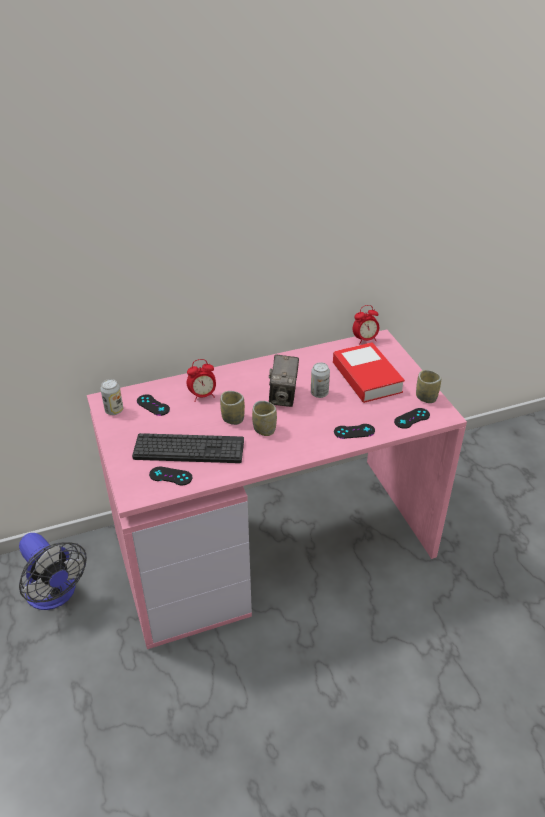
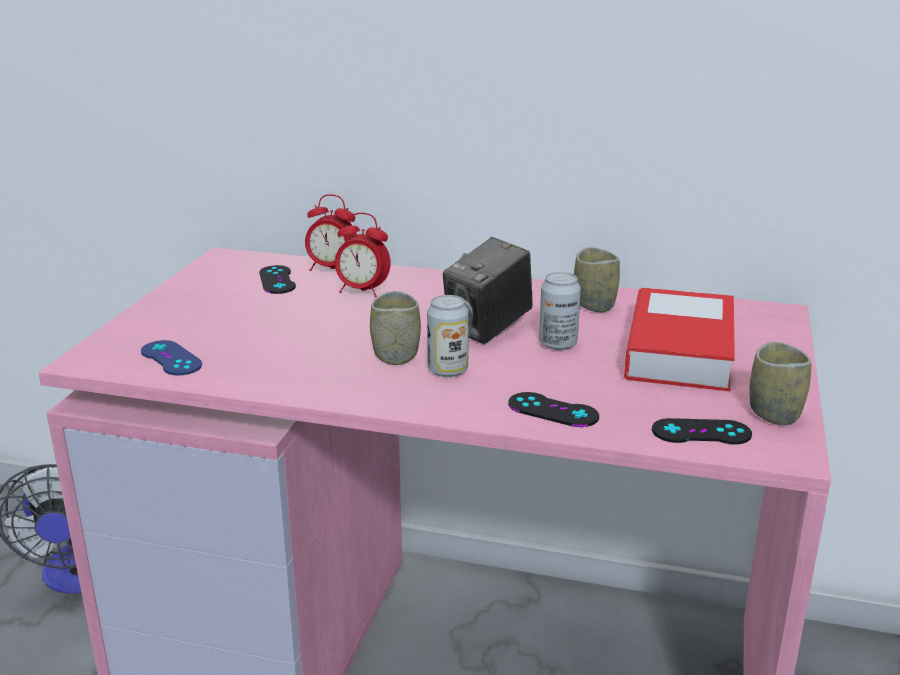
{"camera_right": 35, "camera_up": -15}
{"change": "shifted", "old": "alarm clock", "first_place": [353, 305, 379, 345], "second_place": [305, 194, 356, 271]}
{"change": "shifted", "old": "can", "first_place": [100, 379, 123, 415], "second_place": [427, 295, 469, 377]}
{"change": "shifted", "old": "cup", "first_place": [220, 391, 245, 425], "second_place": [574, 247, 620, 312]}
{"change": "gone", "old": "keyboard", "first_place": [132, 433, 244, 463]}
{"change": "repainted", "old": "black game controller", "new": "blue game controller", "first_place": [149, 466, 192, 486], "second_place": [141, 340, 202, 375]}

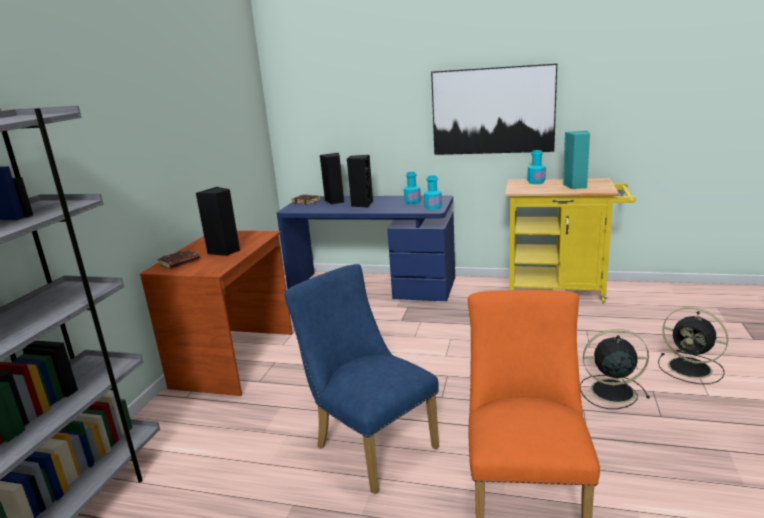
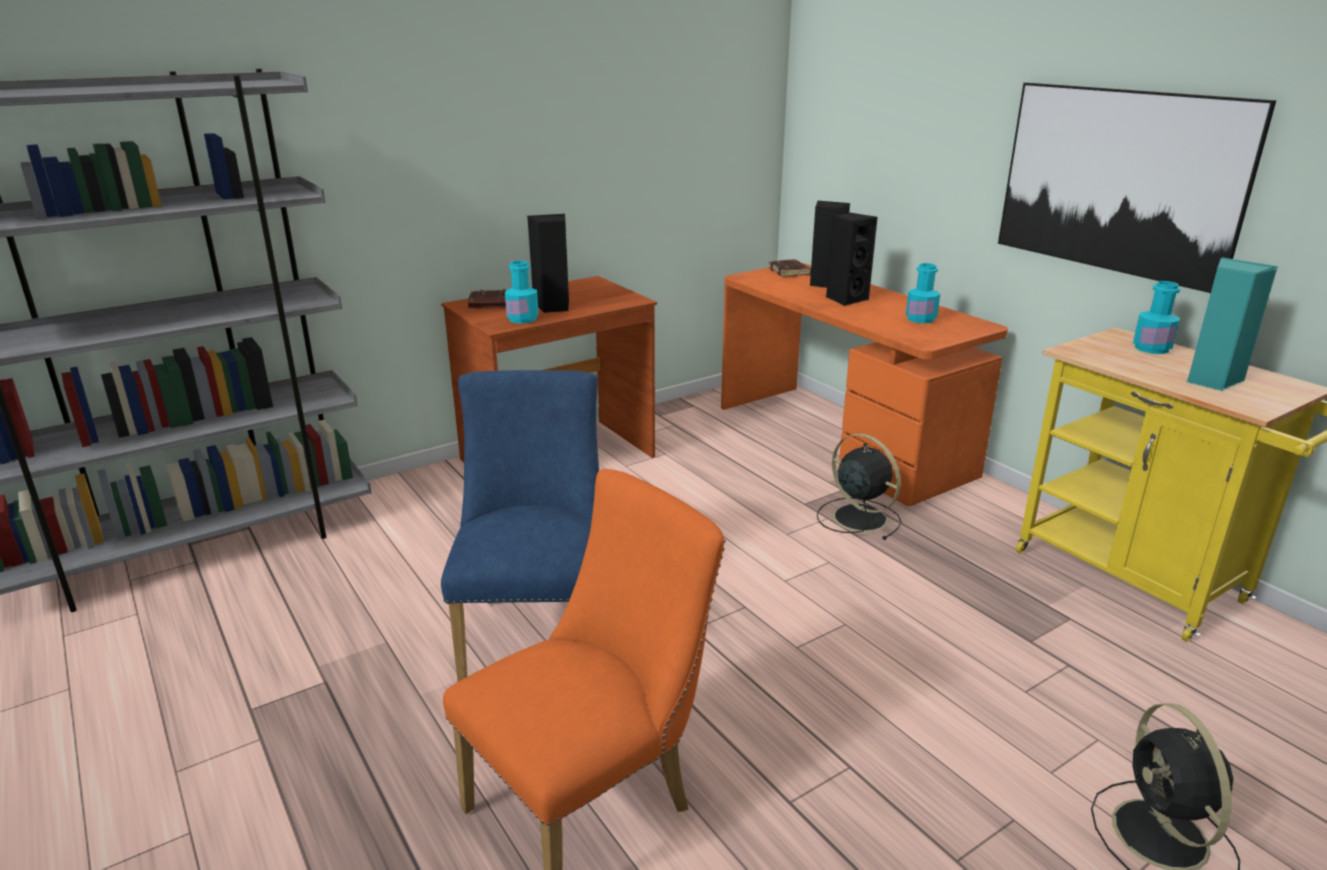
{"camera_right": 40, "camera_up": 5}
{"change": "shifted", "old": "turquoise bottle", "first_place": [424, 175, 442, 210], "second_place": [505, 260, 539, 324]}
{"change": "repainted", "old": "blue desk", "new": "orange desk", "first_place": [277, 195, 455, 301], "second_place": [721, 263, 1008, 506]}
{"change": "shifted", "old": "black fan", "first_place": [580, 329, 650, 409], "second_place": [817, 433, 902, 540]}

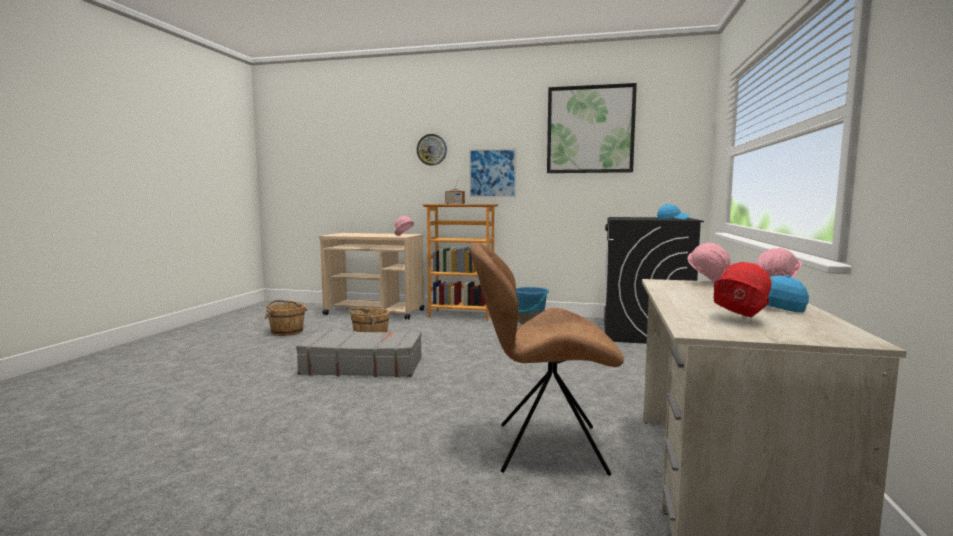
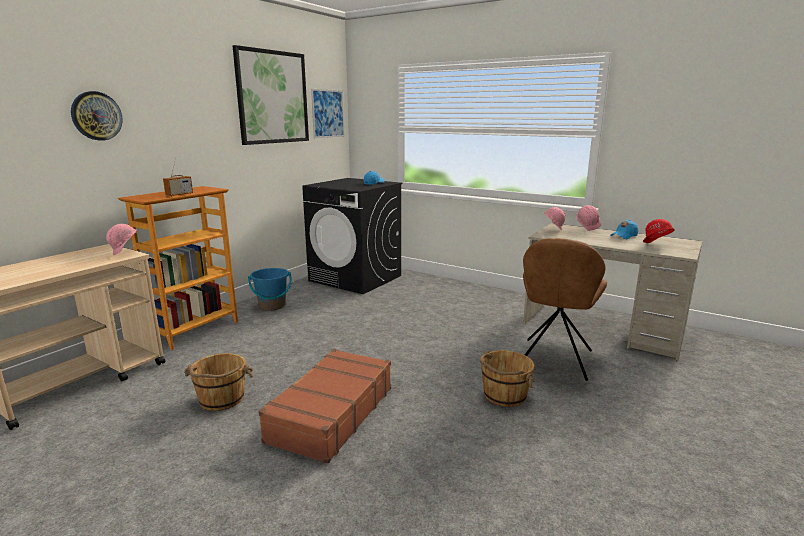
{"camera_right": -70, "camera_up": 10}
{"change": "shifted", "old": "picture", "first_place": [469, 148, 517, 197], "second_place": [311, 89, 345, 138]}
{"change": "shifted", "old": "brown bucket", "first_place": [264, 300, 308, 336], "second_place": [480, 350, 535, 407]}
{"change": "repainted", "old": "grey suitcase", "new": "brown suitcase", "first_place": [296, 330, 422, 377], "second_place": [258, 349, 391, 464]}

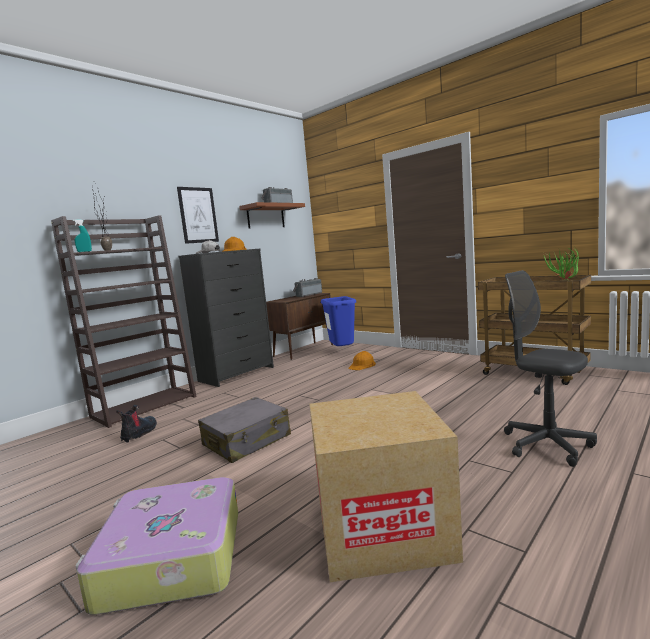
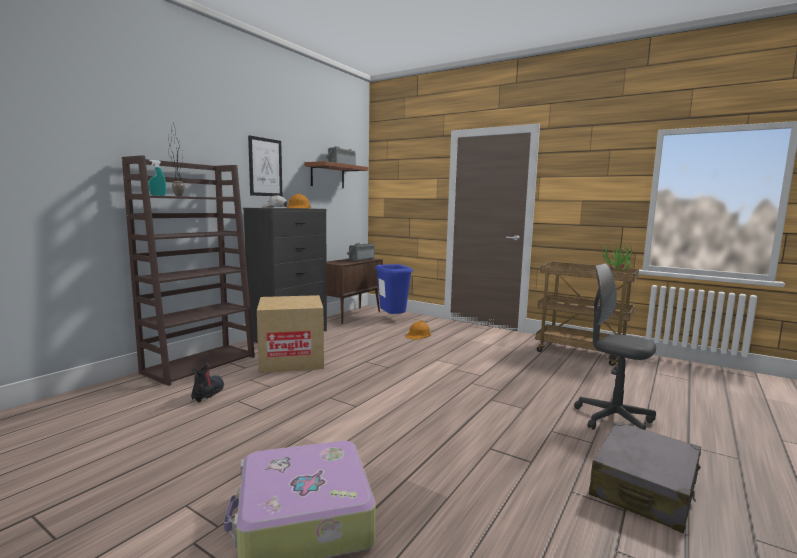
{"camera_right": -10, "camera_up": 0}
{"change": "shifted", "old": "cardboard box", "first_place": [310, 391, 463, 582], "second_place": [257, 295, 324, 373]}
{"change": "shifted", "old": "grey suitcase", "first_place": [198, 397, 291, 463], "second_place": [589, 422, 701, 533]}

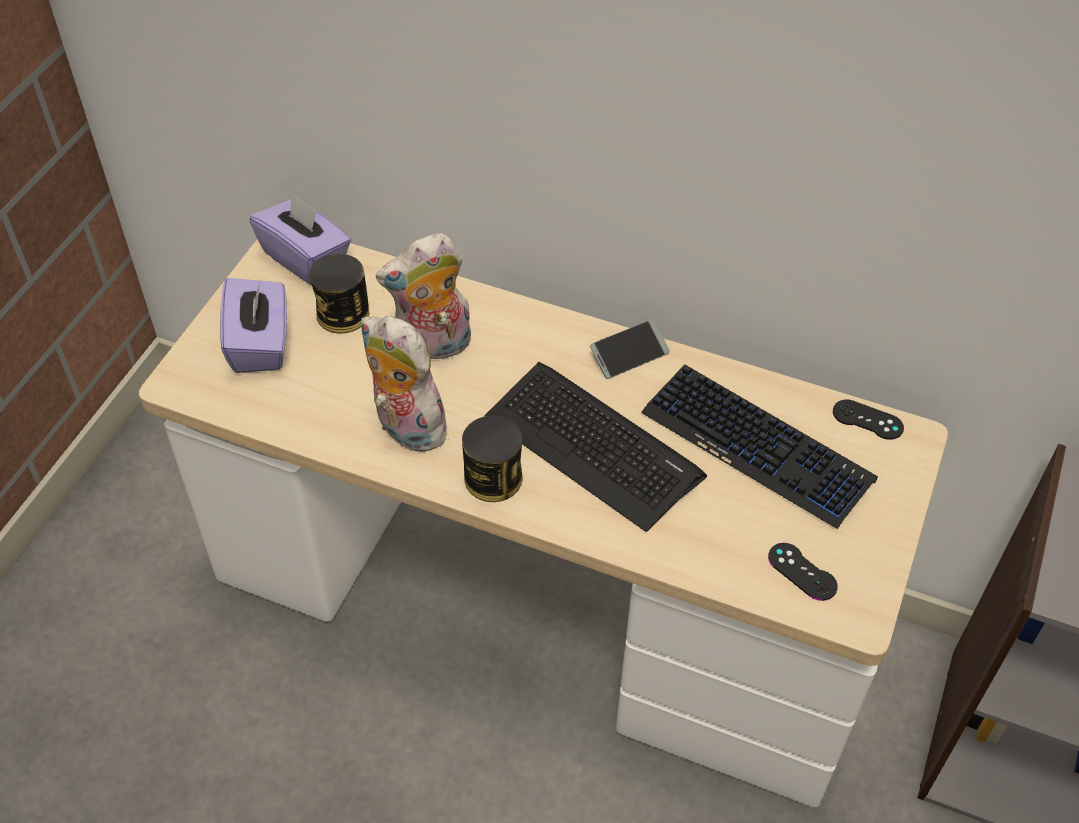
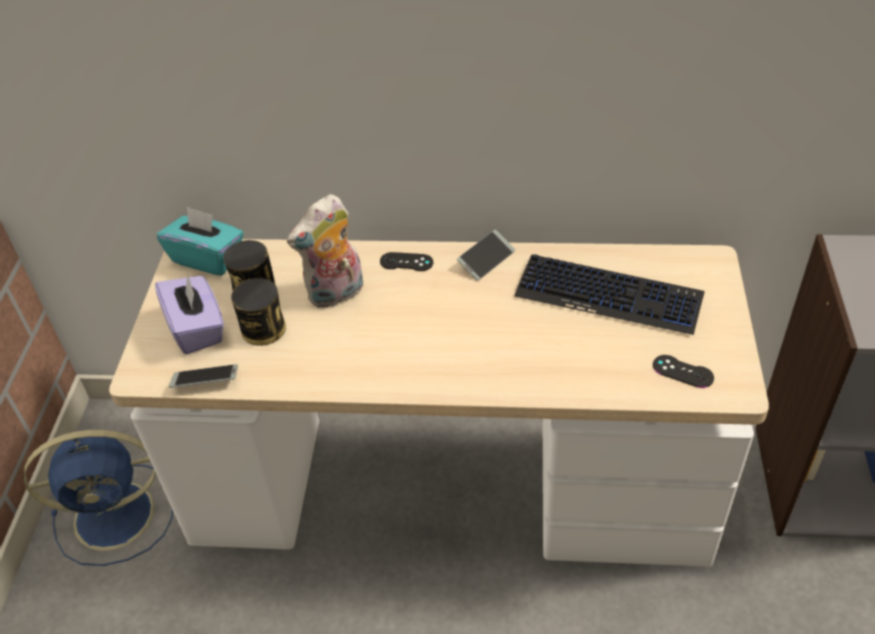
{"camera_right": -15, "camera_up": -5}
{"change": "repainted", "old": "purple tissue box", "new": "turquoise tissue box", "first_place": [249, 193, 351, 285], "second_place": [157, 206, 244, 276]}
{"change": "gone", "old": "plush toy", "first_place": [361, 316, 453, 453]}
{"change": "gone", "old": "keyboard", "first_place": [484, 362, 707, 532]}
{"change": "shifted", "old": "black game controller", "first_place": [833, 399, 904, 440], "second_place": [380, 252, 433, 271]}
{"change": "shifted", "old": "can", "first_place": [462, 416, 522, 502], "second_place": [231, 278, 286, 346]}
{"change": "new", "new": "phone", "second_place": [169, 364, 238, 388]}
{"change": "new", "new": "blue fan", "second_place": [24, 430, 173, 566]}

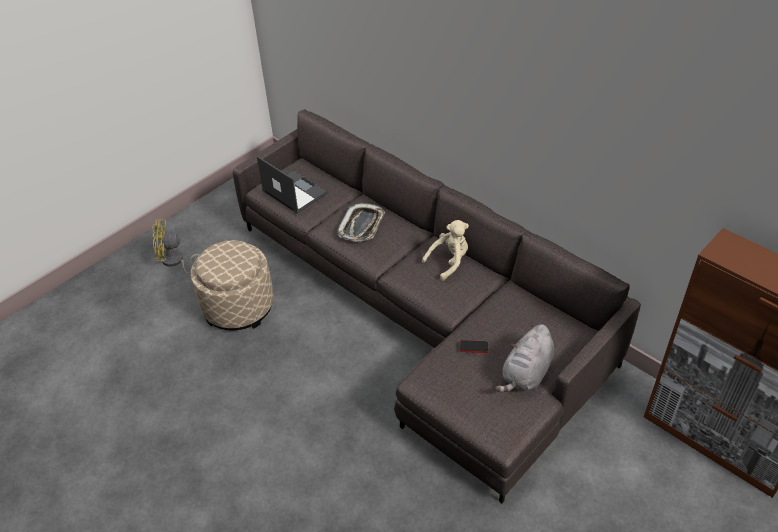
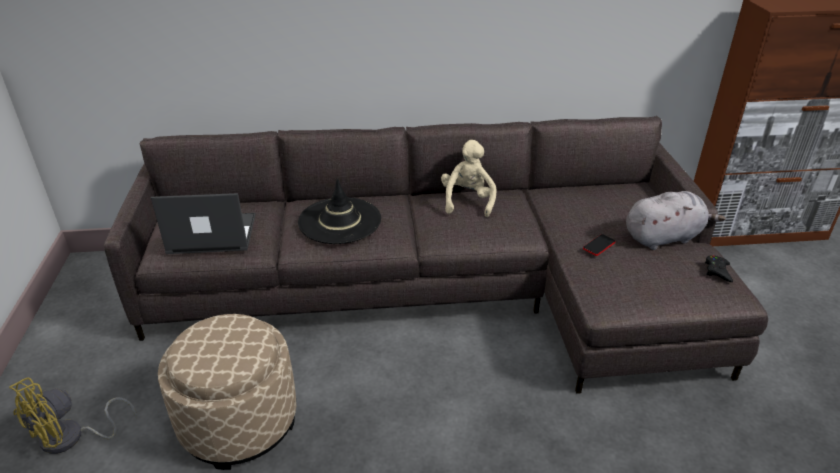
{"camera_right": -50, "camera_up": -10}
{"change": "swapped", "old": "tray", "new": "black hat", "first_place": [337, 203, 385, 242], "second_place": [298, 178, 381, 244]}
{"change": "rotated", "old": "grey plush toy", "first_place": [495, 324, 554, 392], "second_place": [626, 191, 726, 250], "degrees": -90}
{"change": "new", "new": "black game controller", "second_place": [705, 255, 733, 282]}

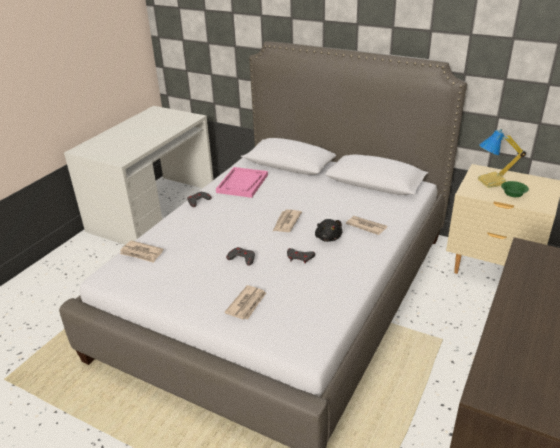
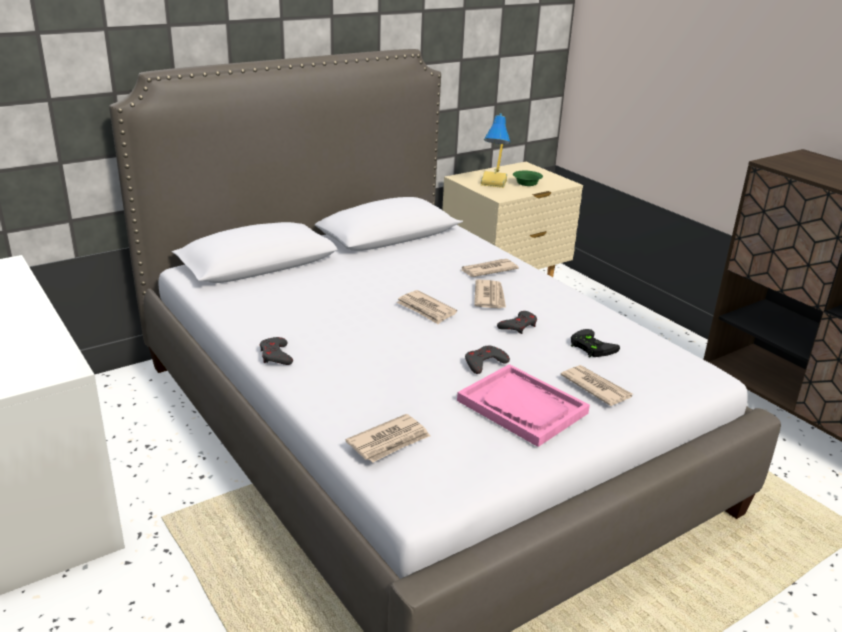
{"camera_right": -65, "camera_up": -5}
{"change": "shifted", "old": "pink tray", "first_place": [216, 167, 268, 198], "second_place": [457, 364, 590, 447]}
{"change": "swapped", "old": "black plush toy", "new": "newspaper", "first_place": [315, 219, 342, 242], "second_place": [474, 279, 506, 309]}
{"change": "new", "new": "black game controller", "second_place": [571, 329, 620, 357]}

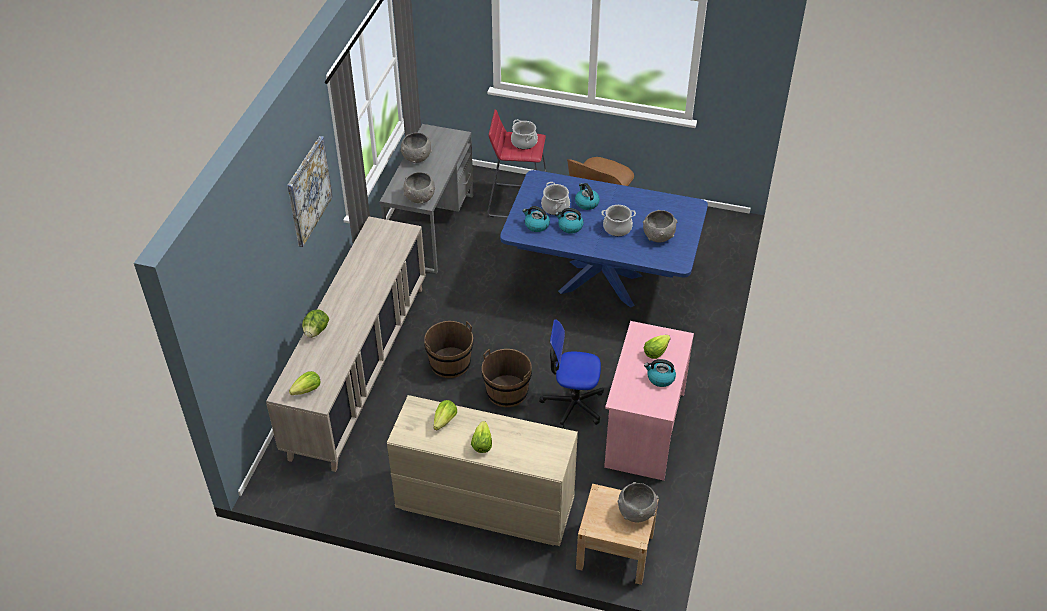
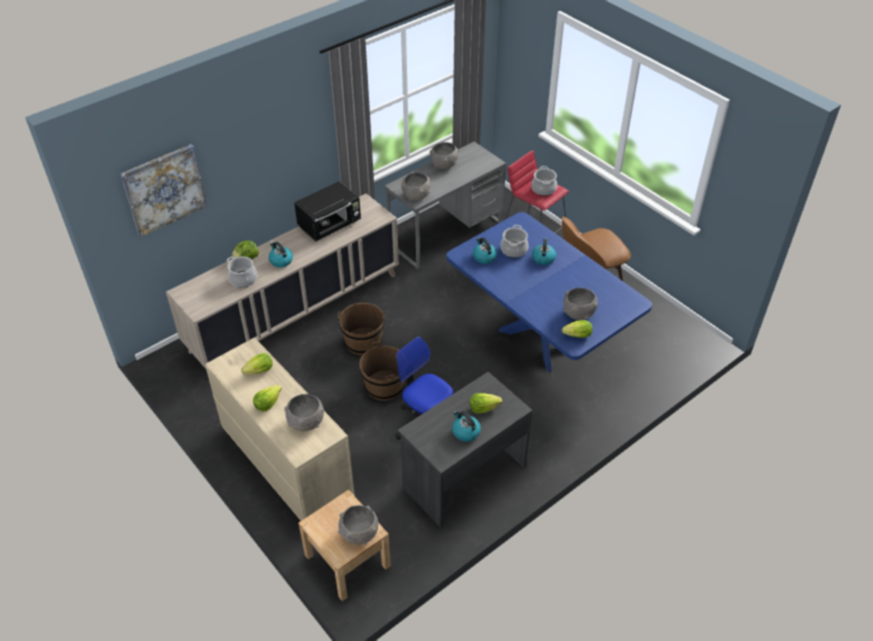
{"camera_right": 35, "camera_up": 0}
{"change": "shifted", "old": "picture", "first_place": [287, 136, 333, 247], "second_place": [120, 144, 207, 237]}
{"change": "shifted", "old": "cooking pot", "first_place": [602, 205, 636, 236], "second_place": [227, 256, 257, 288]}
{"change": "shifted", "old": "kettle", "first_place": [555, 208, 584, 234], "second_place": [269, 242, 293, 267]}
{"change": "repainted", "old": "pink desk", "new": "grey desk", "first_place": [604, 321, 694, 481], "second_place": [398, 372, 533, 528]}
{"change": "shifted", "old": "lettuce", "first_place": [289, 371, 320, 395], "second_place": [562, 320, 593, 338]}
{"change": "new", "new": "black microwave", "second_place": [294, 181, 361, 241]}
{"change": "new", "new": "grey bowl", "second_place": [284, 393, 324, 431]}

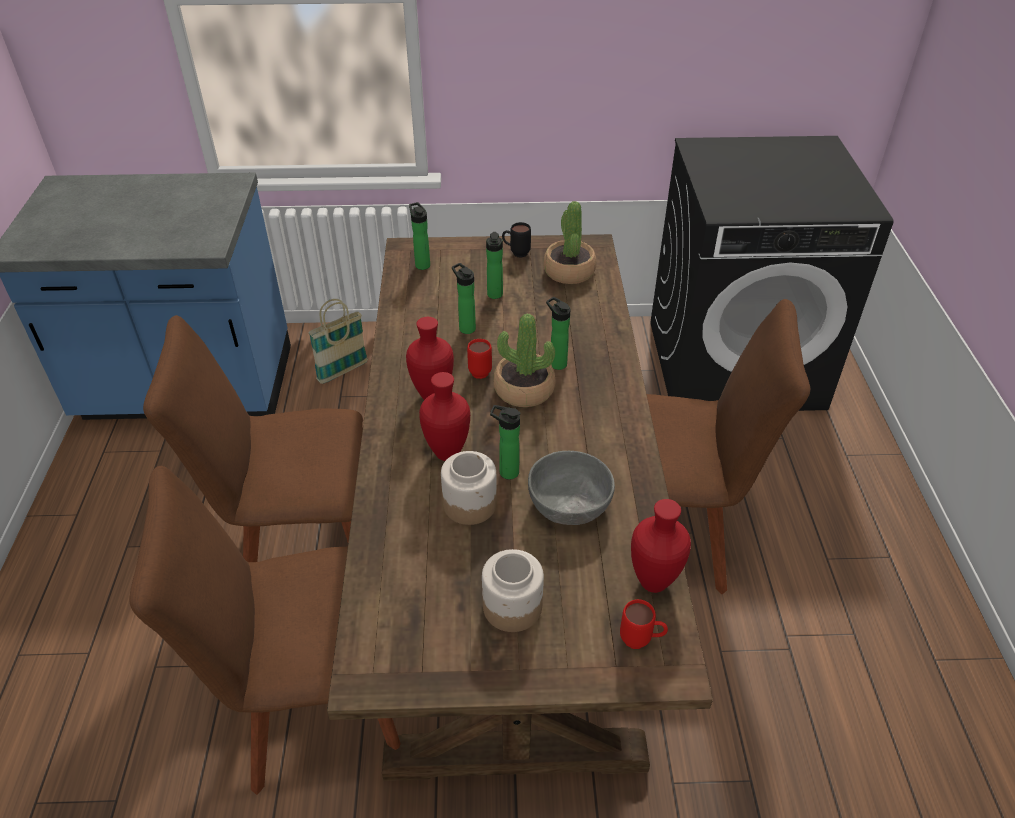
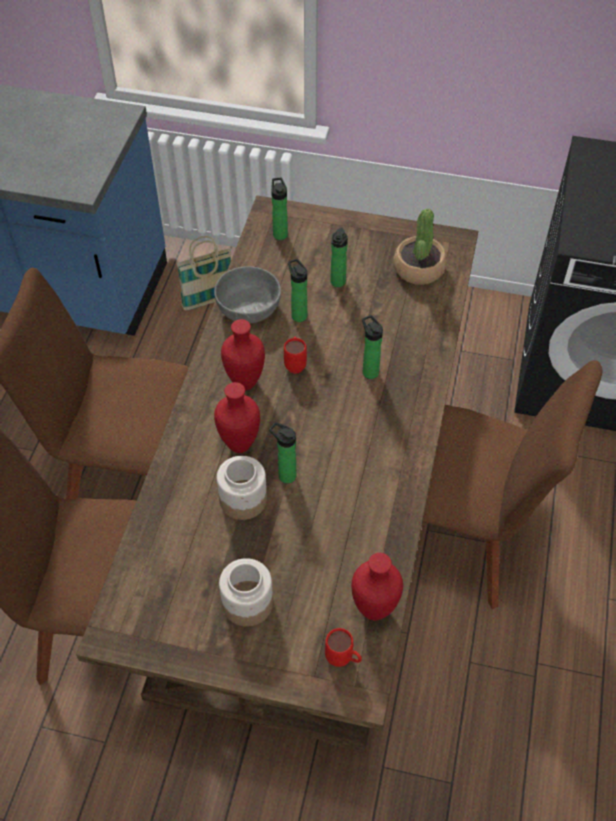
{"camera_right": 15, "camera_up": 10}
{"change": "gone", "old": "black mug", "first_place": [502, 222, 531, 258]}
{"change": "gone", "old": "potted plant", "first_place": [493, 314, 556, 407]}
{"change": "shifted", "old": "grey bowl", "first_place": [528, 451, 615, 525], "second_place": [214, 266, 281, 323]}

